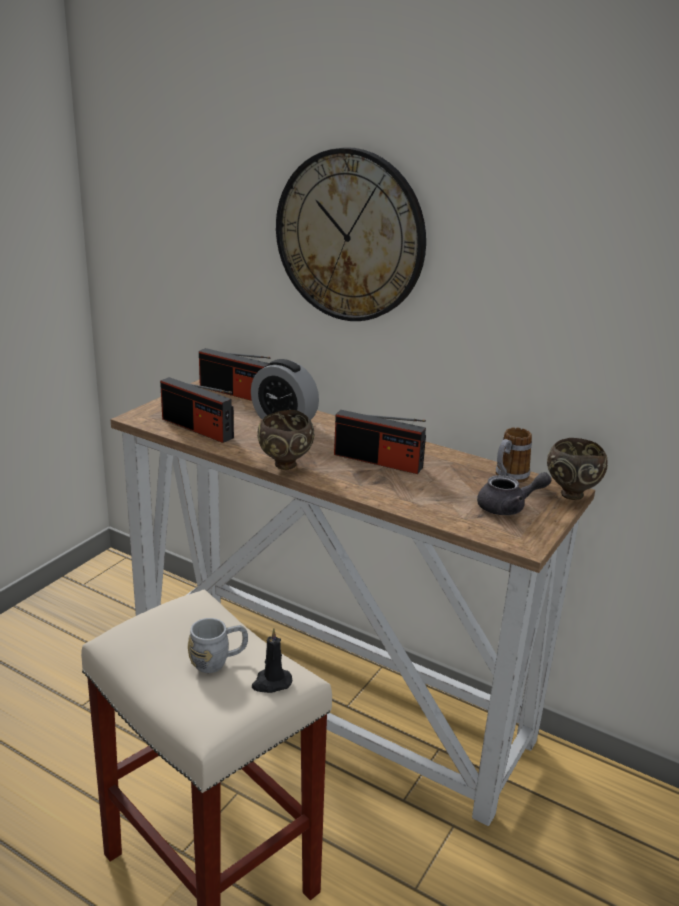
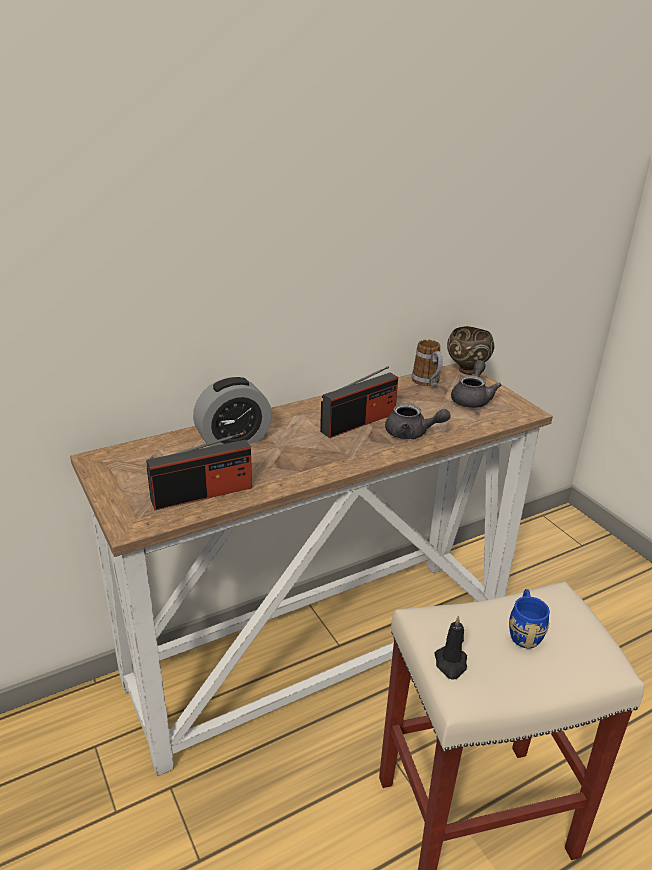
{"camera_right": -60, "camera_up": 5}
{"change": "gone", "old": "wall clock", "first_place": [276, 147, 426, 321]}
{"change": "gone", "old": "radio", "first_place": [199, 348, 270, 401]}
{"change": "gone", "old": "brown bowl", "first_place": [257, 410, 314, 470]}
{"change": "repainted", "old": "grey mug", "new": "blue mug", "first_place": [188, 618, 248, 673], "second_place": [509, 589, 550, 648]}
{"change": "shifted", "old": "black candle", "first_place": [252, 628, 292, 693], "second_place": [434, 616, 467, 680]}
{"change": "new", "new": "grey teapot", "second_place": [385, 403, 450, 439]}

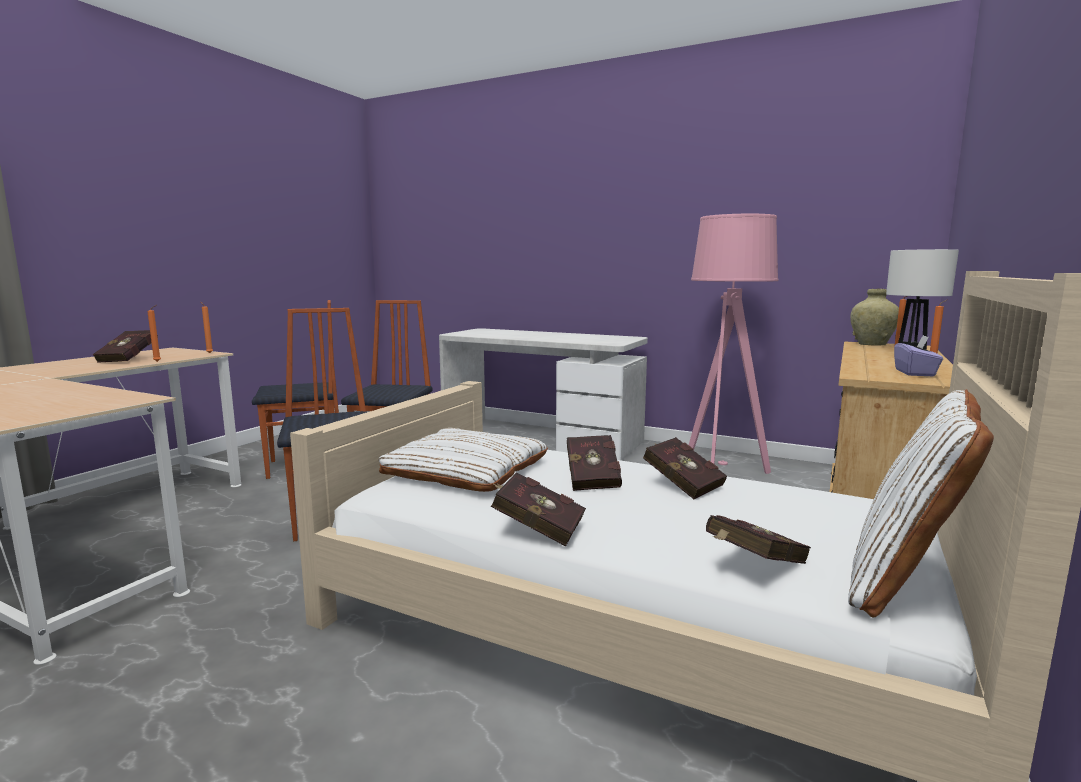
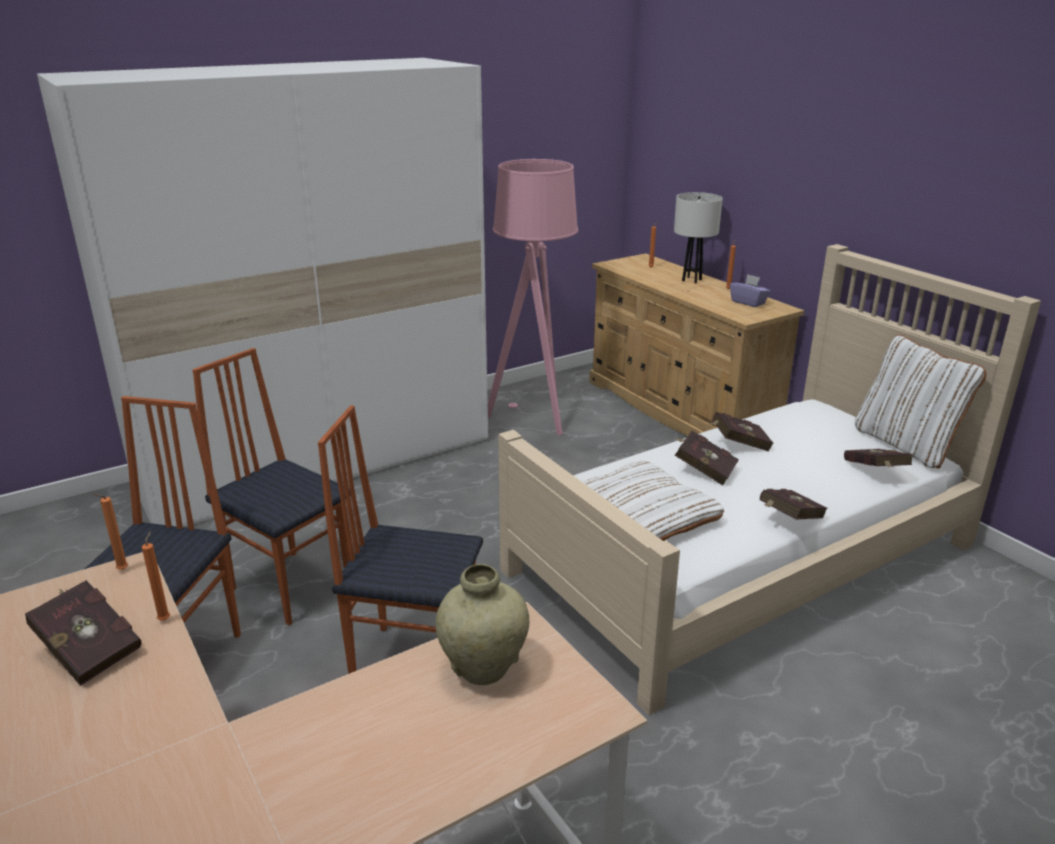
{"camera_right": -60, "camera_up": 15}
{"change": "shifted", "old": "beige vase", "first_place": [850, 289, 899, 346], "second_place": [436, 564, 529, 685]}
{"change": "swapped", "old": "white desk", "new": "white wardrobe", "first_place": [439, 328, 648, 460], "second_place": [37, 58, 488, 527]}

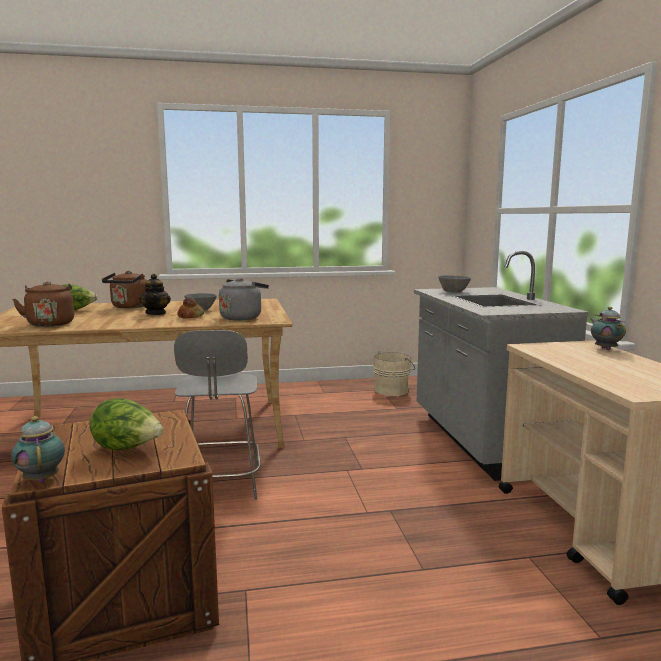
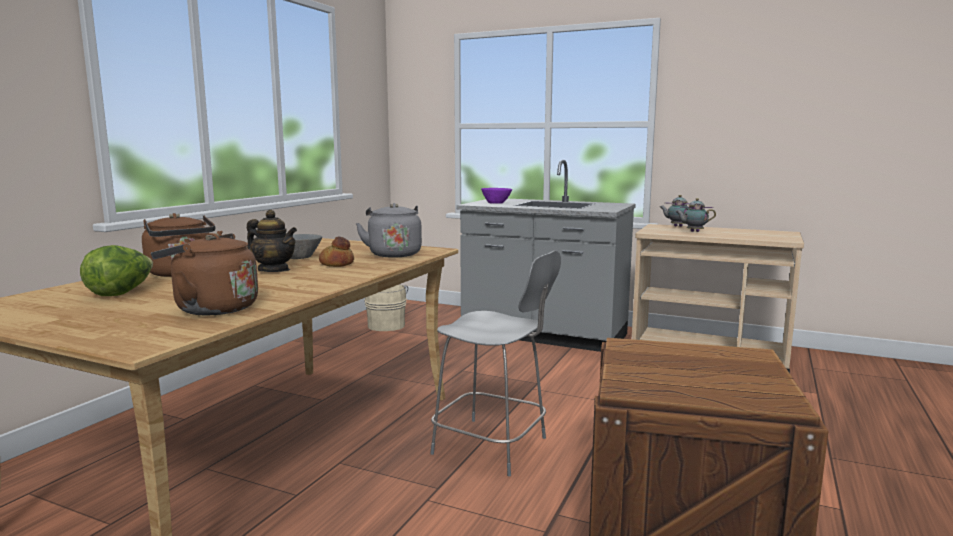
{"camera_right": -55, "camera_up": 0}
{"change": "repainted", "old": "grey bowl", "new": "purple bowl", "first_place": [438, 275, 471, 293], "second_place": [481, 188, 512, 203]}
{"change": "gone", "old": "lettuce", "first_place": [90, 398, 163, 450]}
{"change": "shifted", "old": "teapot", "first_place": [11, 416, 65, 483], "second_place": [675, 198, 716, 232]}

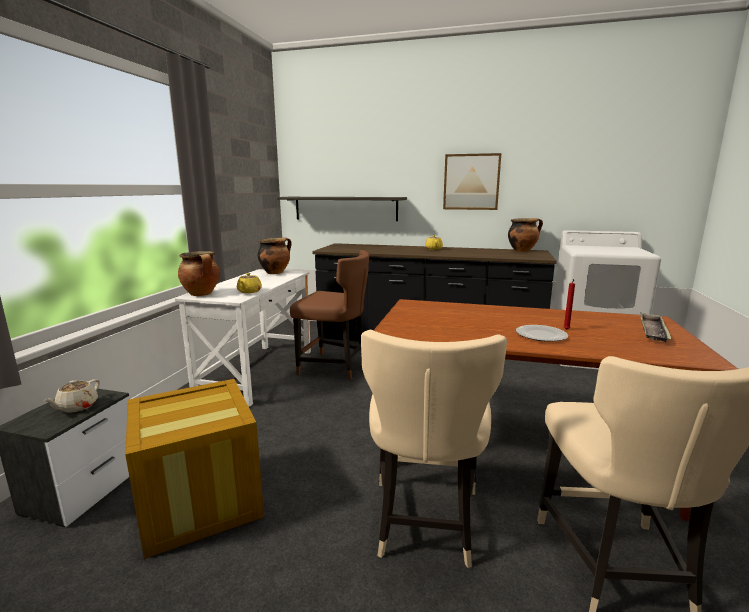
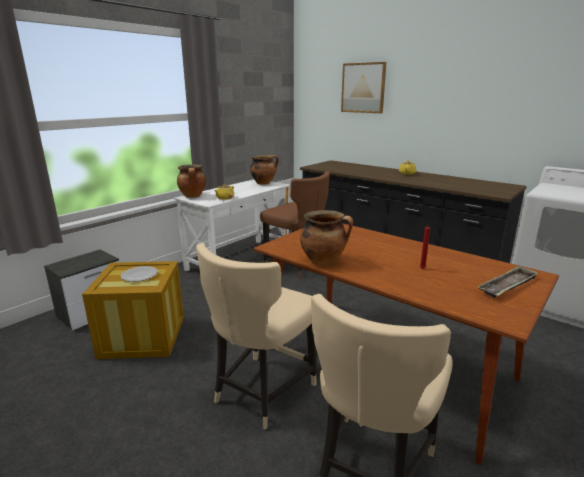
{"camera_right": 25, "camera_up": 5}
{"change": "shifted", "old": "picture", "first_place": [443, 153, 501, 210], "second_place": [341, 62, 386, 113]}
{"change": "gone", "old": "shelf", "first_place": [277, 197, 407, 221]}
{"change": "shifted", "old": "cooking pot", "first_place": [508, 218, 543, 252], "second_place": [300, 210, 353, 266]}
{"change": "shifted", "old": "plate", "first_place": [516, 325, 568, 342], "second_place": [121, 266, 158, 282]}
{"change": "gone", "old": "beige teapot", "first_place": [43, 379, 100, 413]}

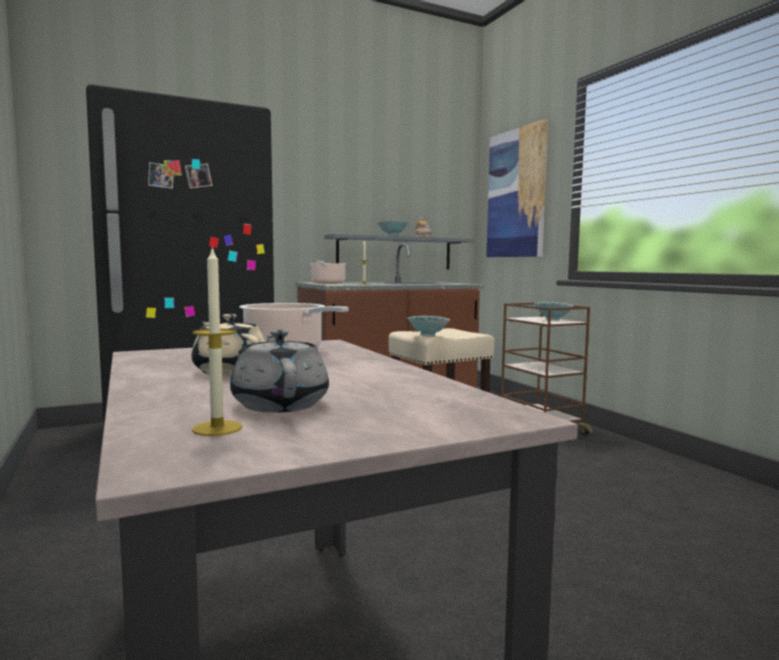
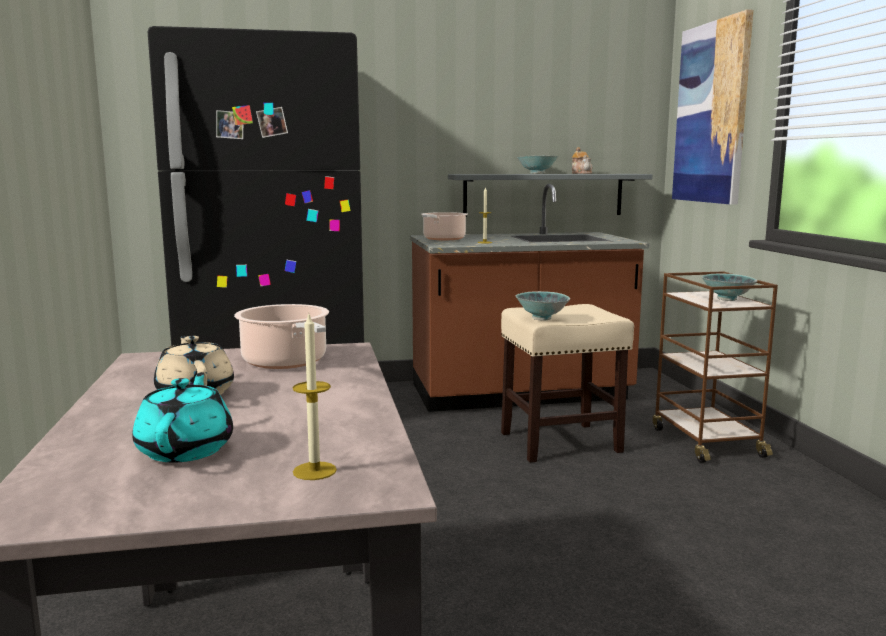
{"camera_right": 15, "camera_up": 5}
{"change": "shifted", "old": "candle", "first_place": [192, 246, 242, 436], "second_place": [293, 315, 337, 480]}
{"change": "repainted", "old": "grey teapot", "new": "turquoise teapot", "first_place": [230, 330, 329, 413], "second_place": [133, 372, 233, 463]}

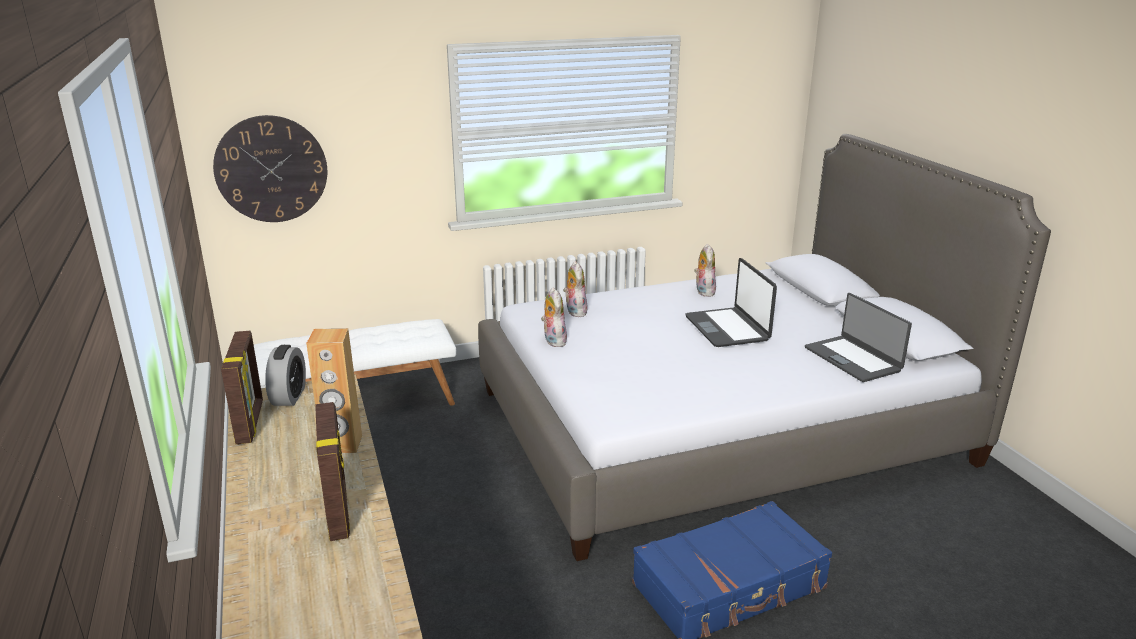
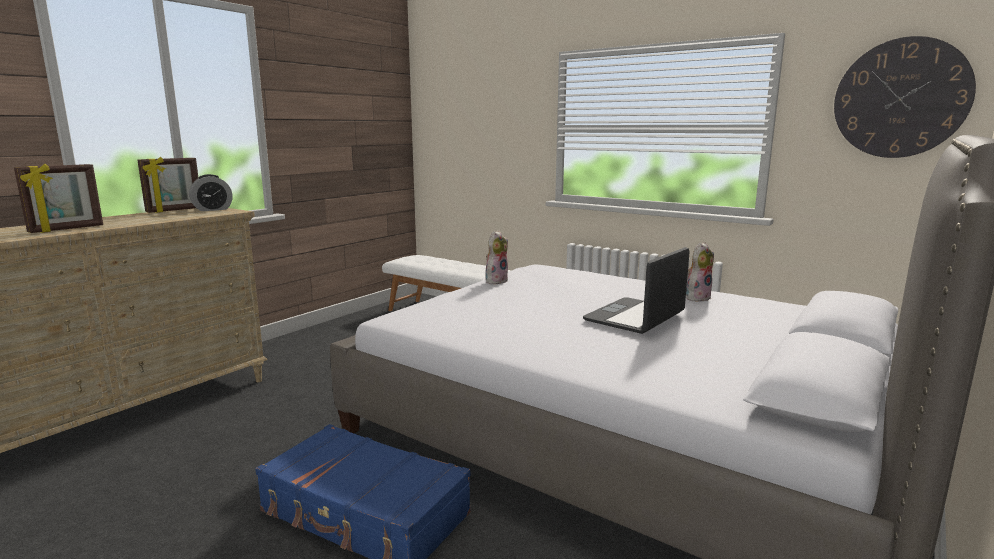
{"camera_right": 55, "camera_up": -10}
{"change": "shifted", "old": "wall clock", "first_place": [213, 115, 327, 222], "second_place": [834, 36, 976, 158]}
{"change": "gone", "old": "plush toy", "first_place": [563, 261, 587, 317]}
{"change": "gone", "old": "laptop", "first_place": [805, 293, 912, 382]}
{"change": "gone", "old": "brown speaker", "first_place": [306, 328, 362, 453]}

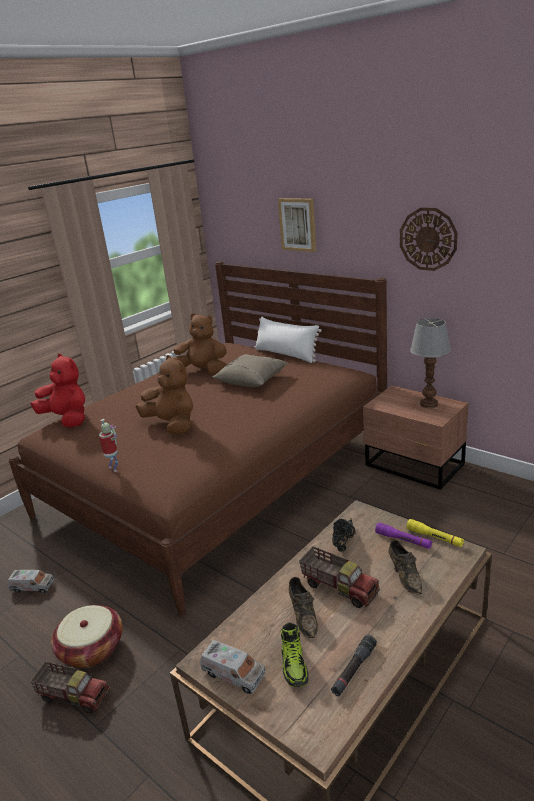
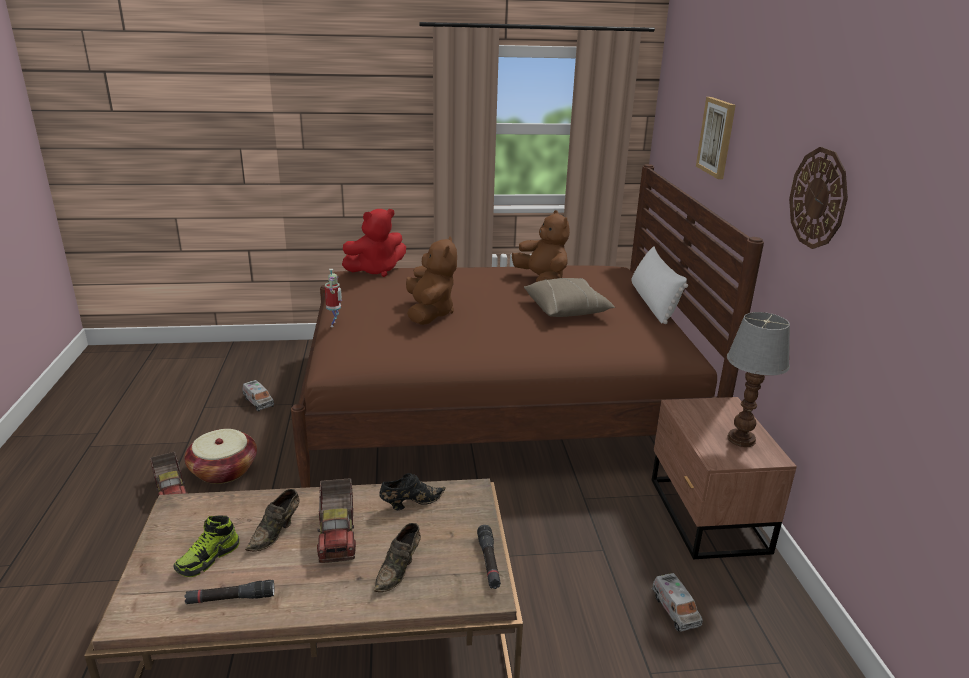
{"camera_right": 40, "camera_up": 0}
{"change": "rotated", "old": "red plush toy", "first_place": [30, 354, 85, 427], "second_place": [342, 209, 406, 277], "degrees": 75}
{"change": "repainted", "old": "yellow flashlight", "new": "black flashlight", "first_place": [406, 519, 464, 547], "second_place": [477, 525, 501, 589]}
{"change": "gone", "old": "purple flashlight", "first_place": [375, 523, 432, 549]}
{"change": "shifted", "old": "toy truck", "first_place": [200, 640, 266, 694], "second_place": [652, 573, 703, 632]}

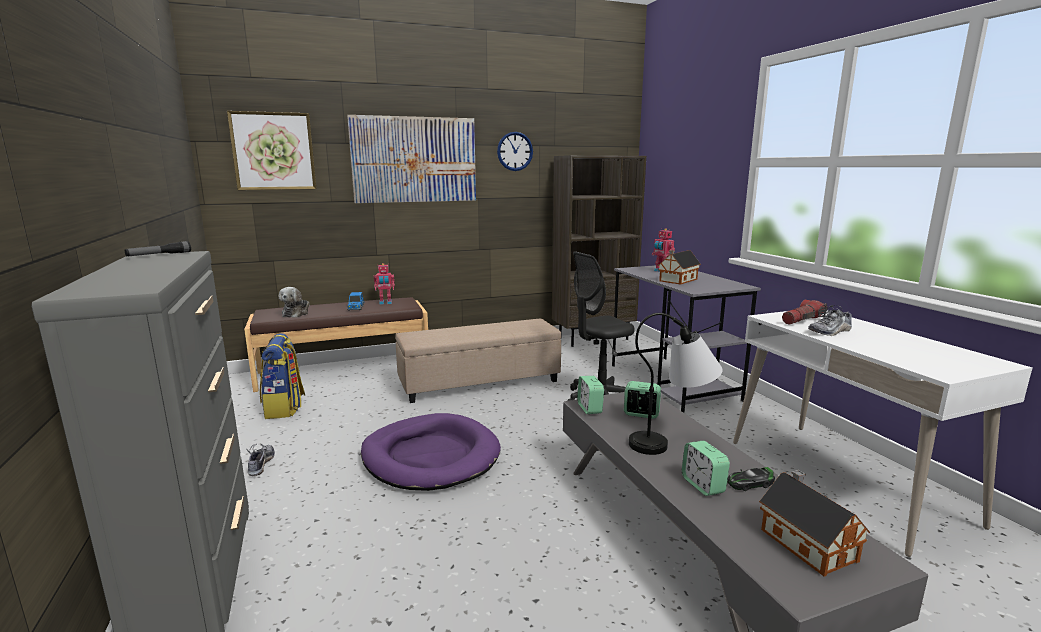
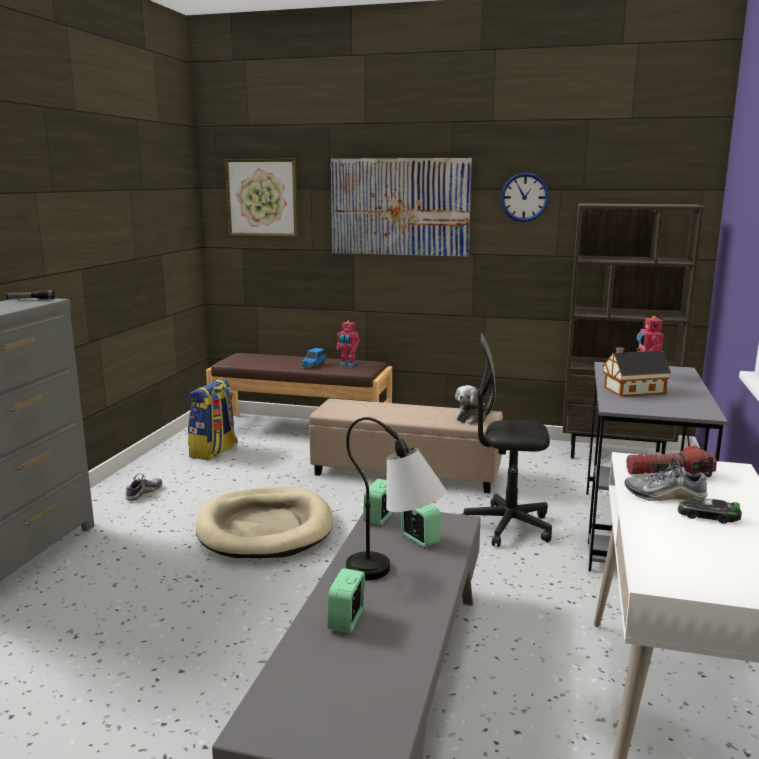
{"camera_right": 35, "camera_up": 0}
{"change": "shifted", "old": "plush toy", "first_place": [279, 287, 310, 318], "second_place": [455, 385, 487, 424]}
{"change": "repainted", "old": "purple dog bed", "new": "beige dog bed", "first_place": [361, 413, 501, 491], "second_place": [196, 487, 333, 558]}
{"change": "shifted", "old": "toy car", "first_place": [727, 467, 775, 491], "second_place": [678, 498, 742, 524]}
{"change": "gone", "old": "toy house", "first_place": [759, 470, 870, 577]}

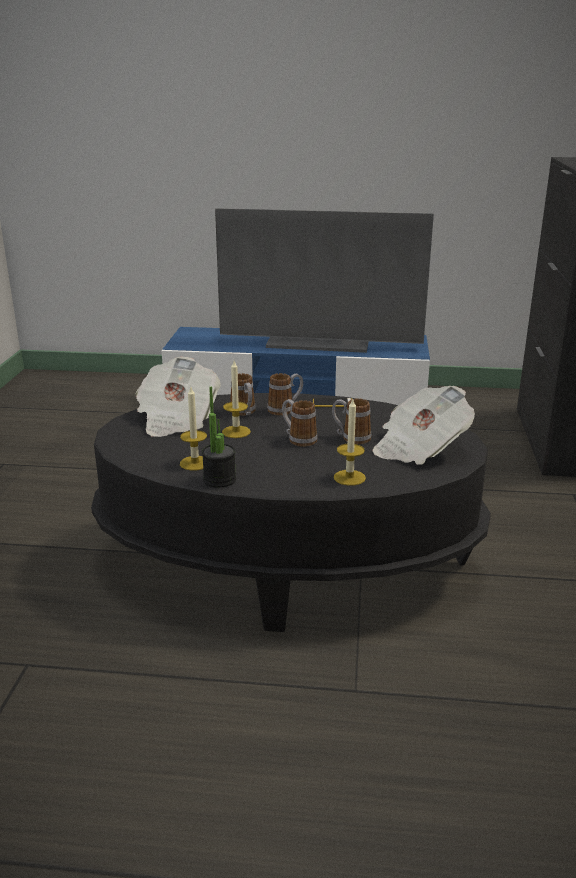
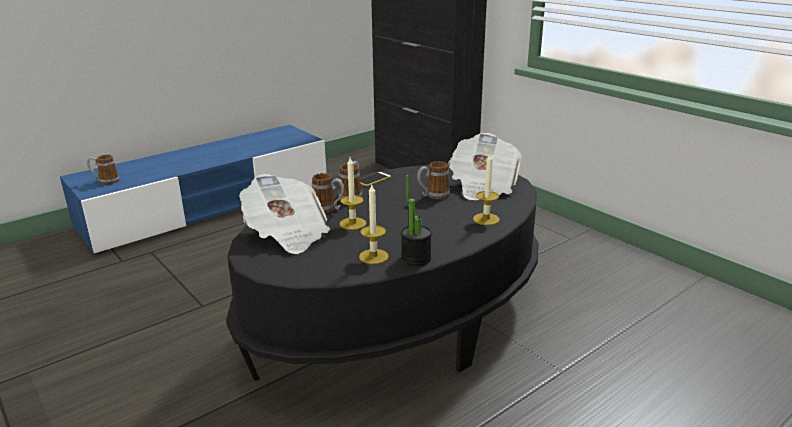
{"camera_right": -45, "camera_up": 0}
{"change": "gone", "old": "television", "first_place": [215, 208, 434, 353]}
{"change": "shifted", "old": "mug", "first_place": [282, 399, 318, 447], "second_place": [87, 154, 119, 185]}

